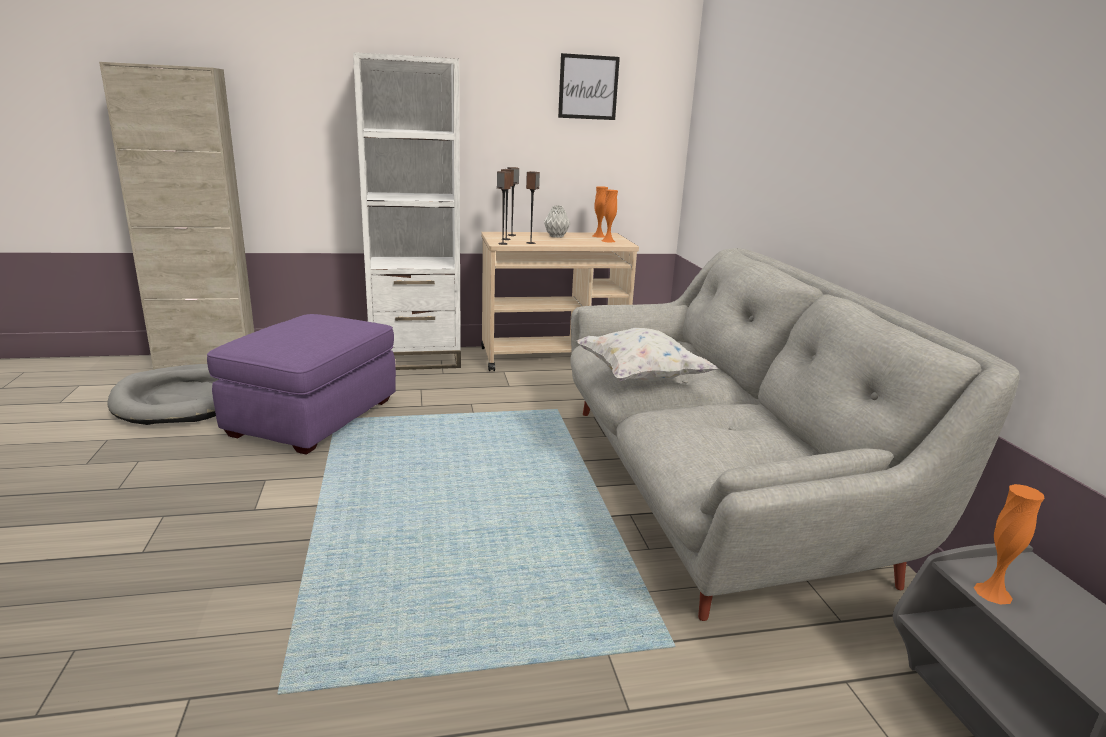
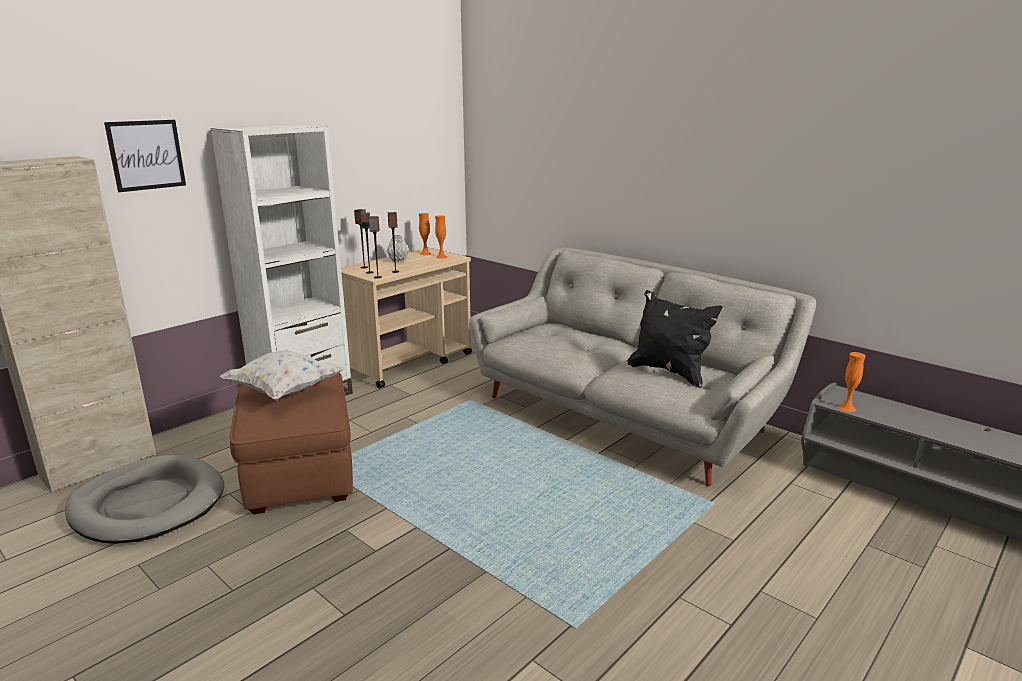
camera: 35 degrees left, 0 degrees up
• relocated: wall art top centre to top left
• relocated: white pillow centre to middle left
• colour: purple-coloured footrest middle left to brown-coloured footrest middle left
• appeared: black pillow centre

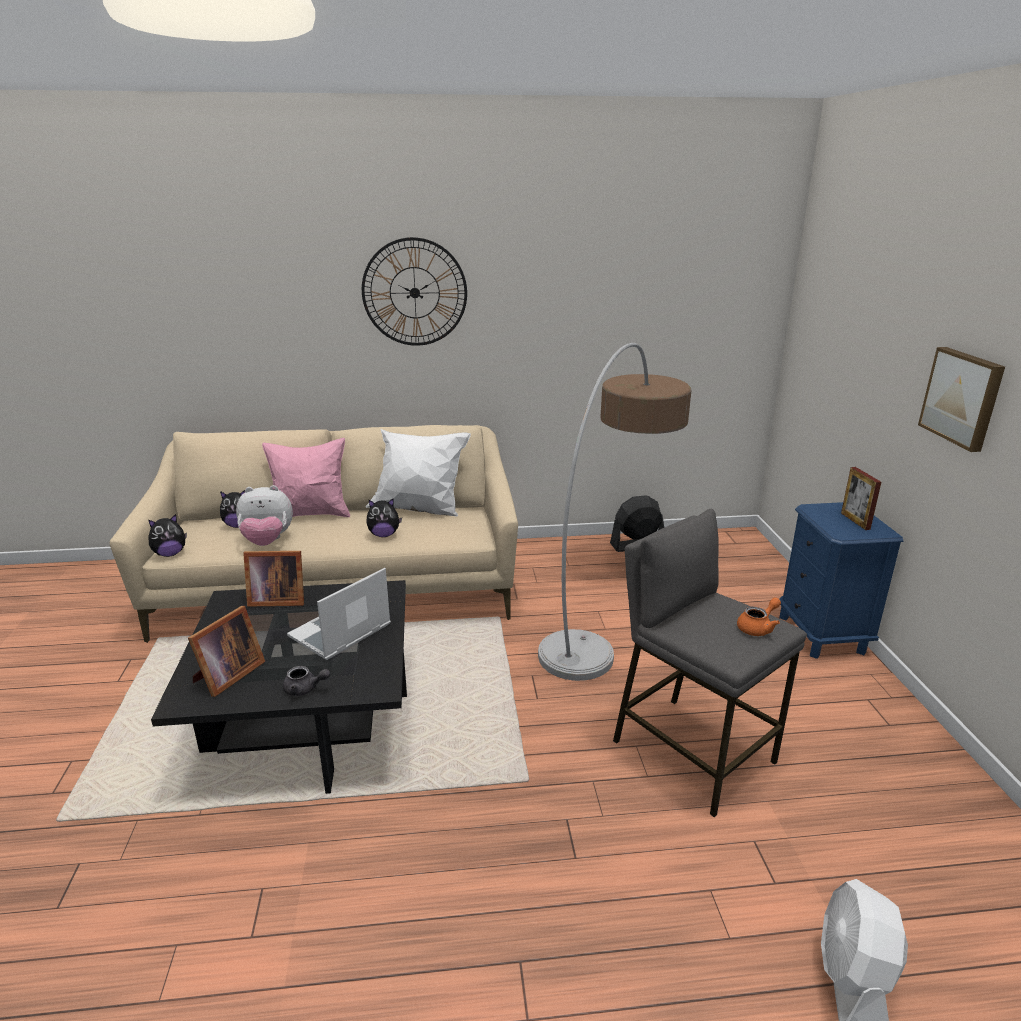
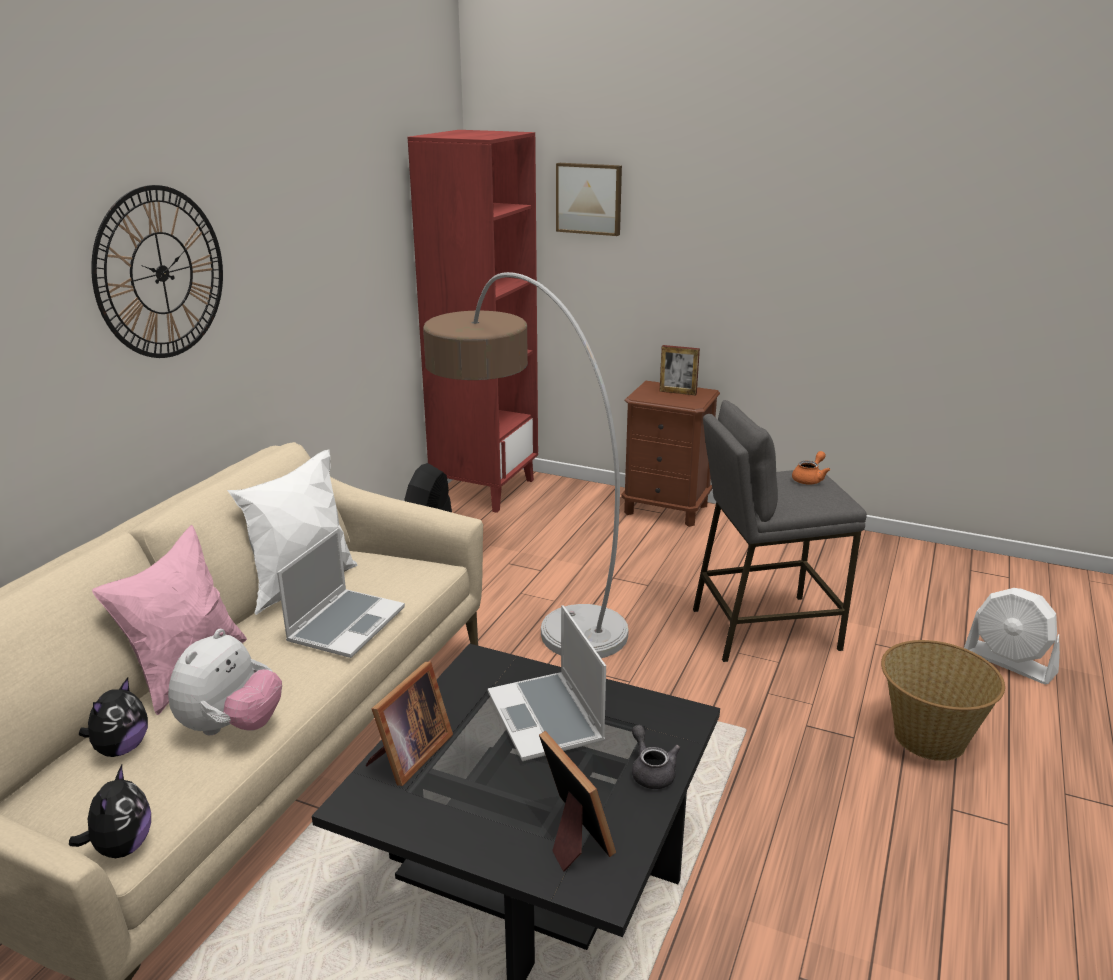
camera: 60 degrees left, 0 degrees up
• exchanged: plush toy (no. 4 from left) centre to laptop (no. 1 from left) middle left
• appeared: red-coloured shelving unit top centre
• relocated: wall art middle right to top centre
• colour: blue-coloured bedside table middle right to brown-coloured bedside table centre
• spun: greyish tea pot bottom left = bottom centre 60 degrees counterclockwise
• spun: orangey tea pot middle right = middle right 45 degrees clockwise
• appeared: basket bottom right

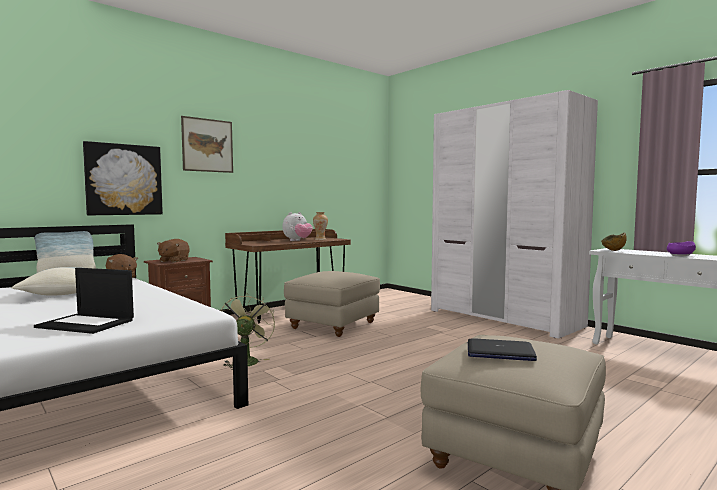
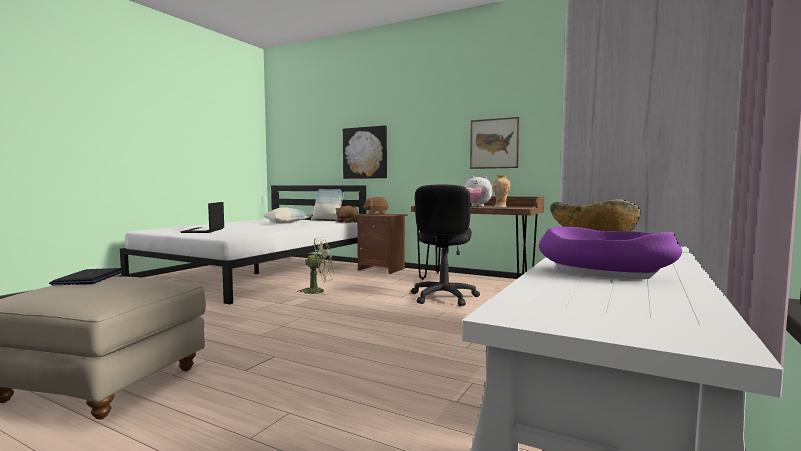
camera: 70 degrees right, 0 degrees up
• exchanged: sand-coloured footrest (no. 1 from left) centre to black computer chair centre
• relocated: wall art (no. 2 from left) top left to top centre

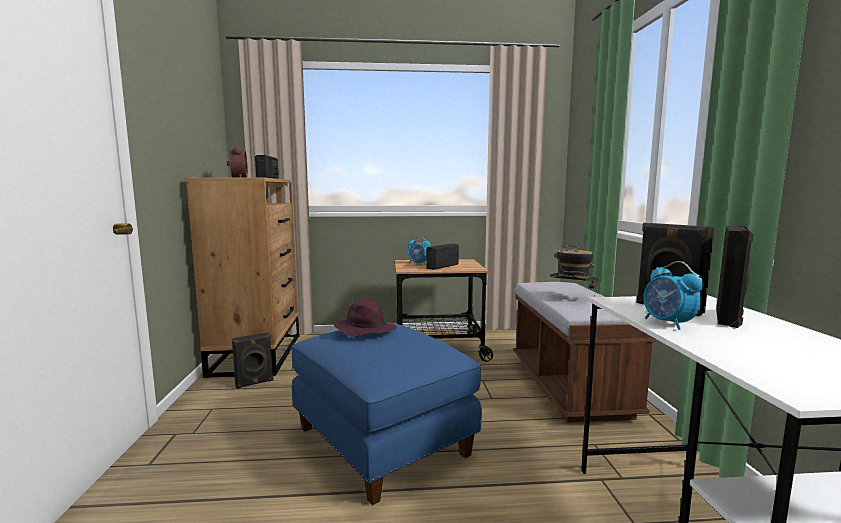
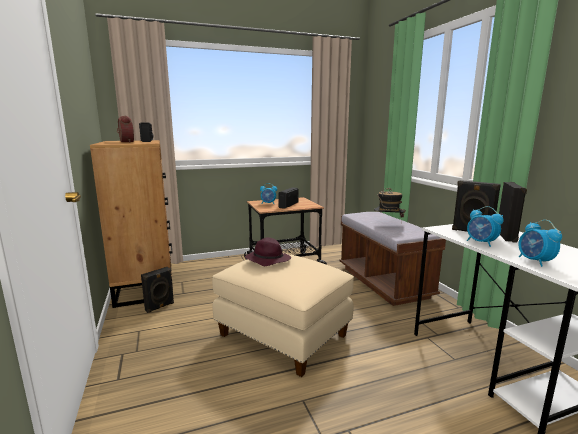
camera: 15 degrees left, 5 degrees up
• colour: blue-coloured footrest bottom centre to sand-coloured footrest bottom centre
• appeared: bedside clock (no. 4 from left) middle right

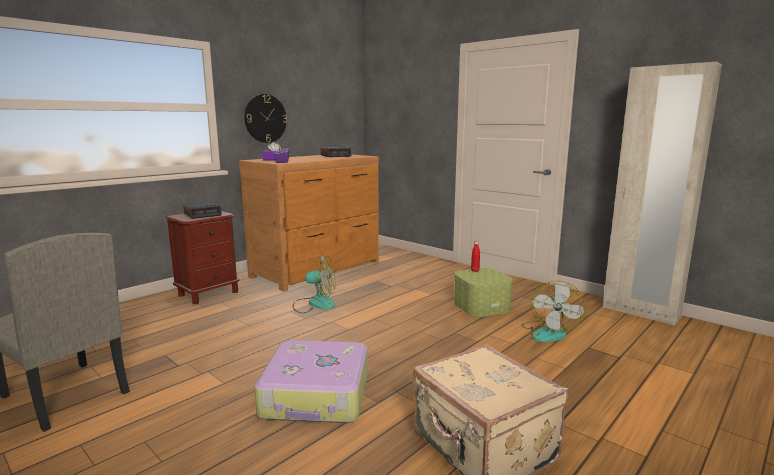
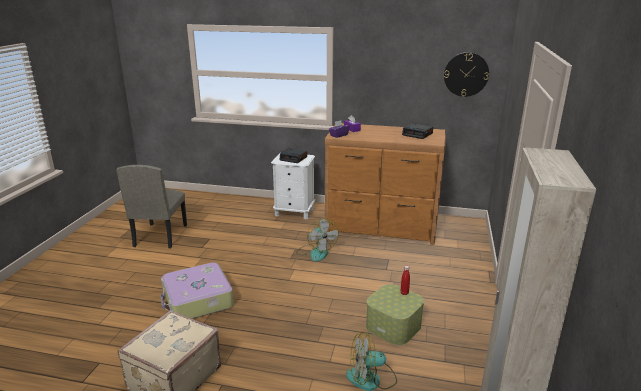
camera: 60 degrees right, 10 degrees up
• colour: brown-coloured bedside table middle left to white bedside table centre
• relocated: clock on the wall top centre to top right

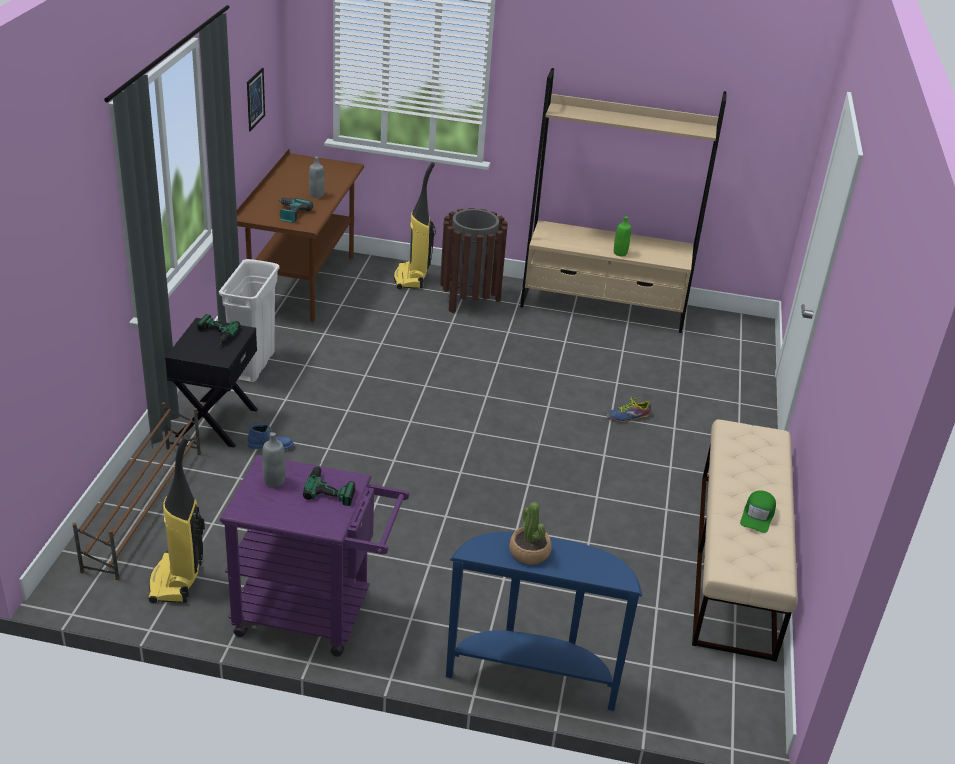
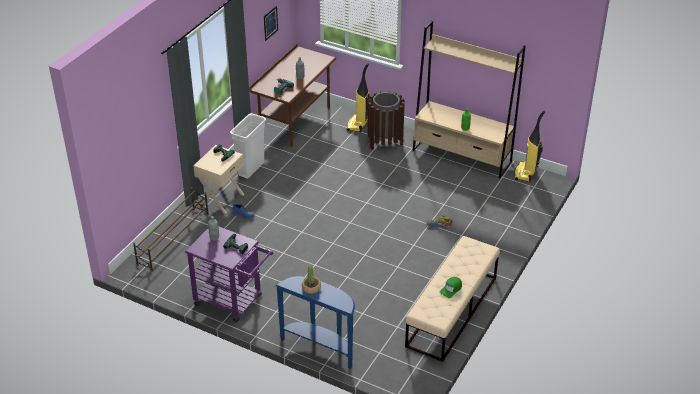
camera: 20 degrees right, 5 degrees up
• colour: black bedside table middle left to sand-coloured bedside table middle left
• relocated: vacuum (no. 1 from left in the first image) bottom left to vacuum (no. 2 from left) middle right

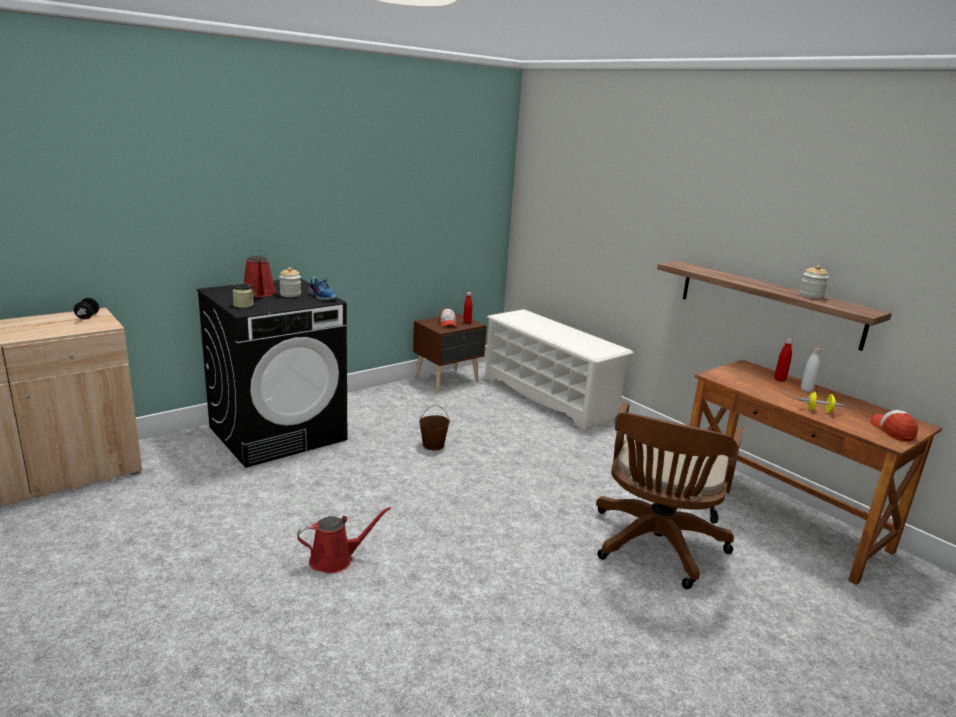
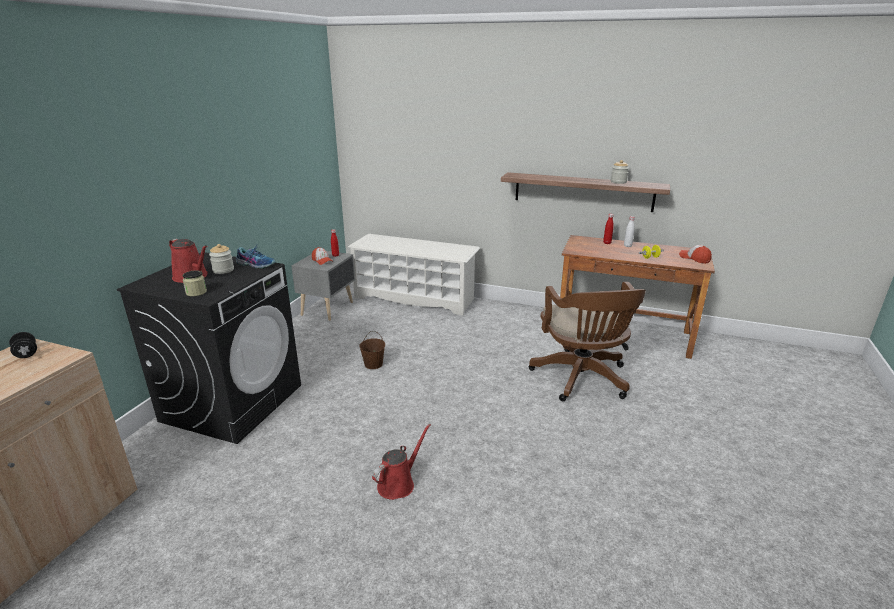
camera: 30 degrees left, 5 degrees up
• colour: brown-coloured bedside table centre to greyish bedside table centre

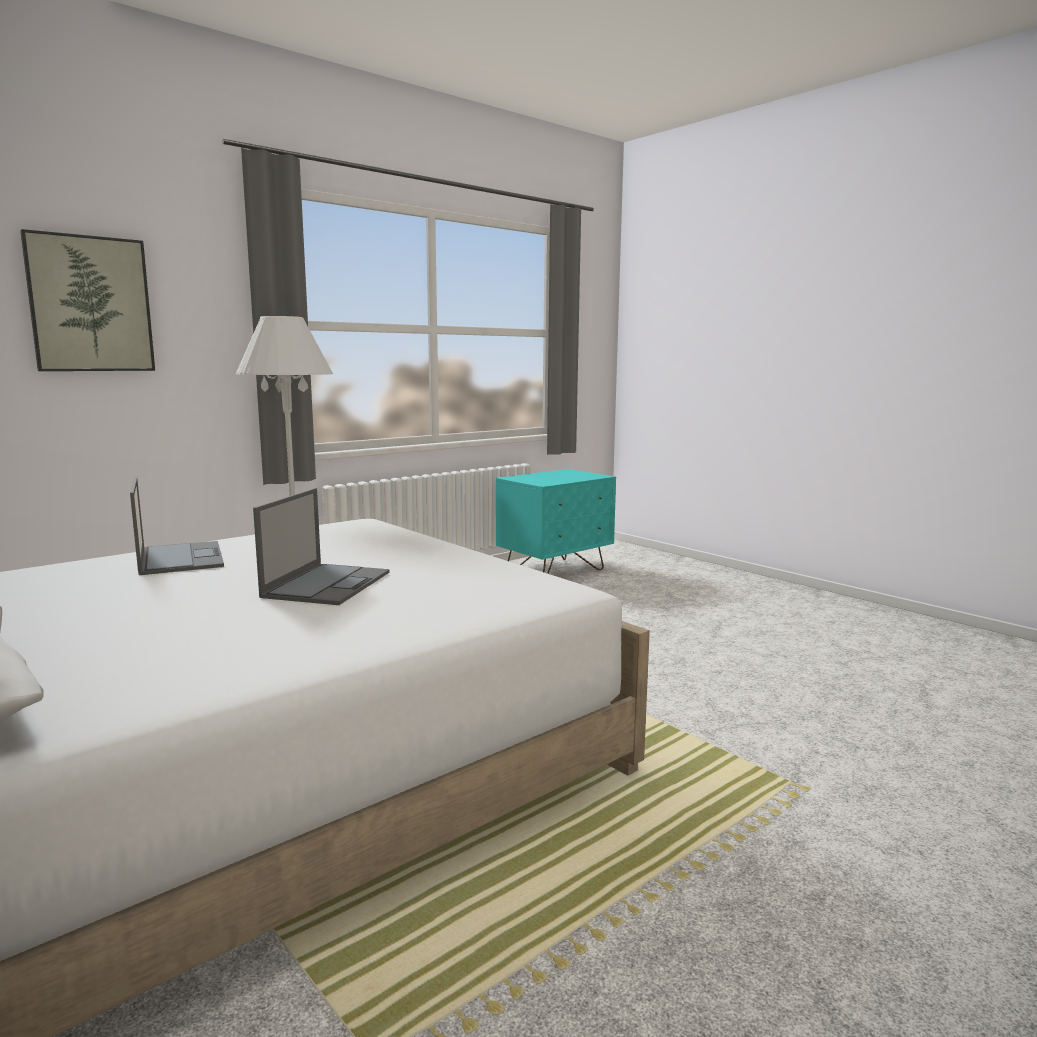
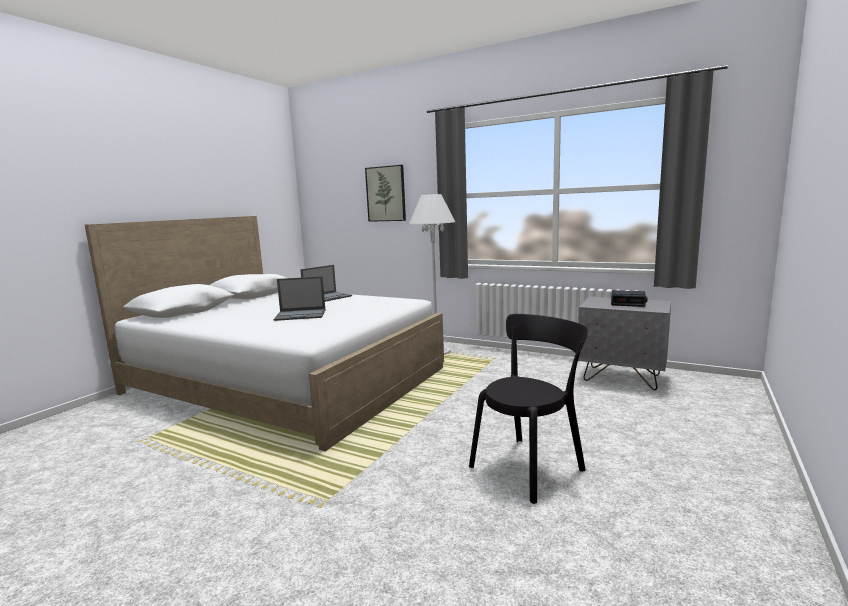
camera: 70 degrees right, 0 degrees up
• appeared: black chair bottom centre
• colour: blue-green bedside table centre to greyish bedside table middle right
• appeared: bedside clock middle right

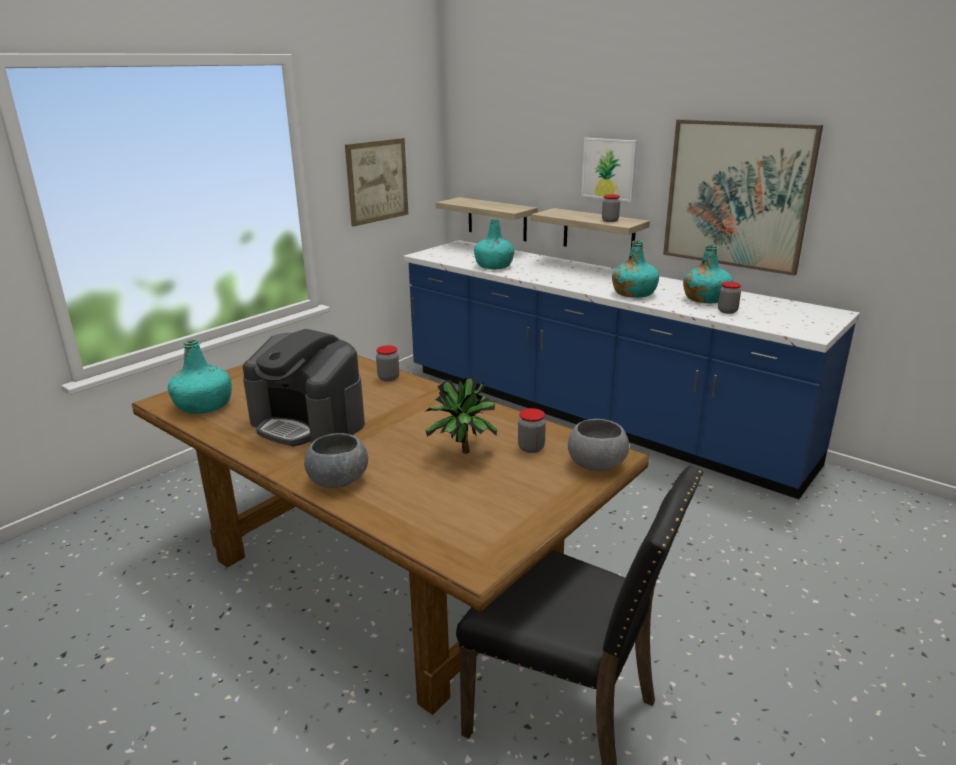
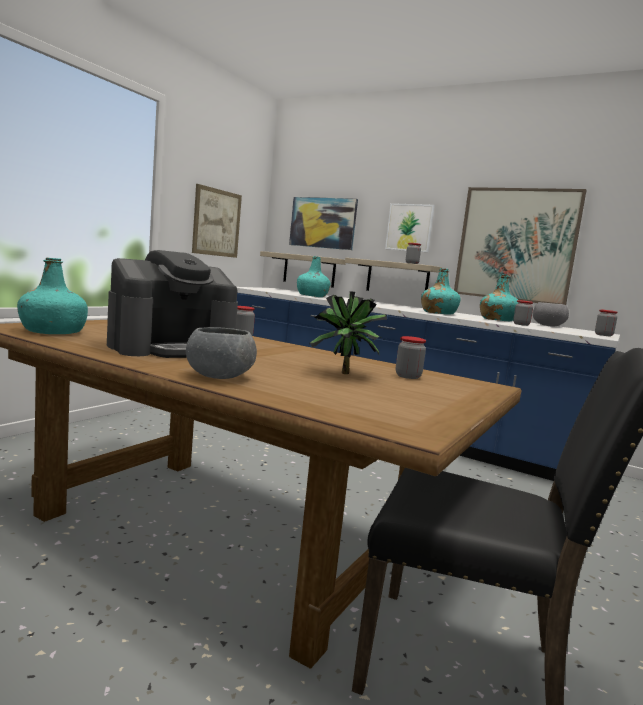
camera: 10 degrees left, 15 degrees down
• spun: coffee machine middle left = middle left 60 degrees counterclockwise
• appeared: wall art (no. 2 from left) top centre
• relocated: greyish deep dish (no. 2 from left) centre to middle right
• appeared: jar (no. 5 from left) middle right

